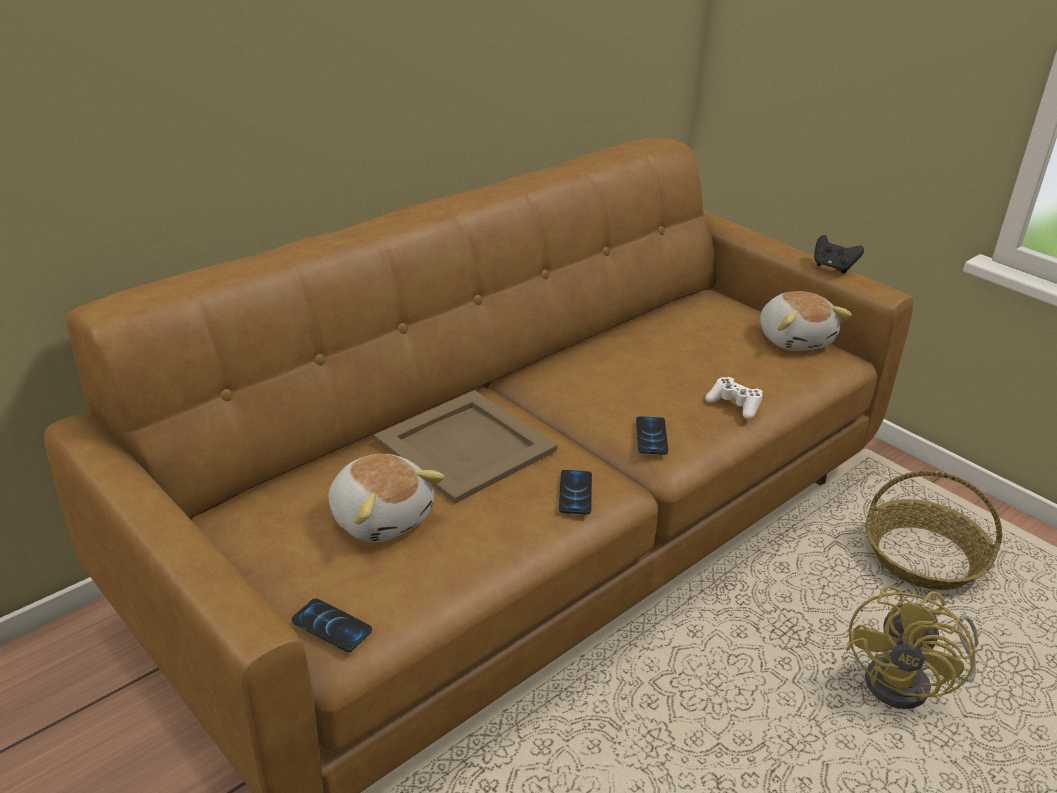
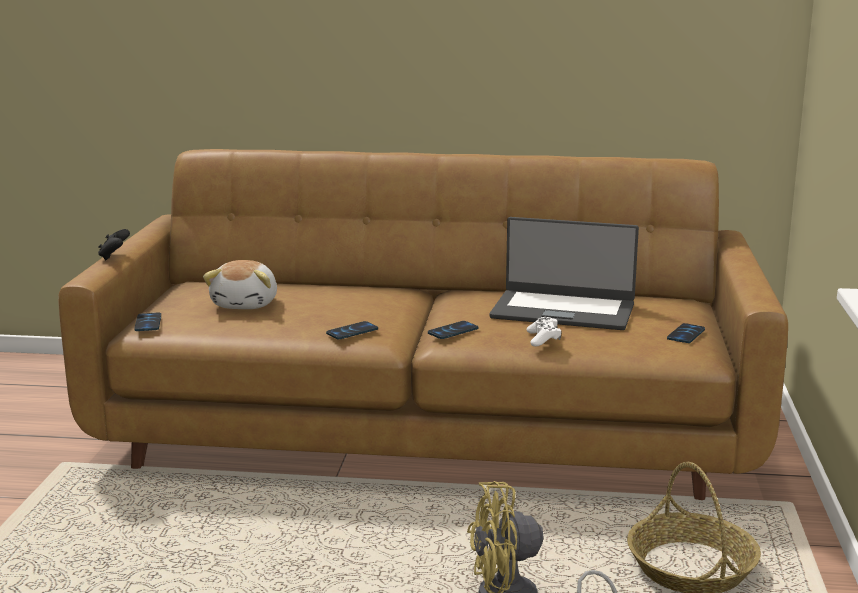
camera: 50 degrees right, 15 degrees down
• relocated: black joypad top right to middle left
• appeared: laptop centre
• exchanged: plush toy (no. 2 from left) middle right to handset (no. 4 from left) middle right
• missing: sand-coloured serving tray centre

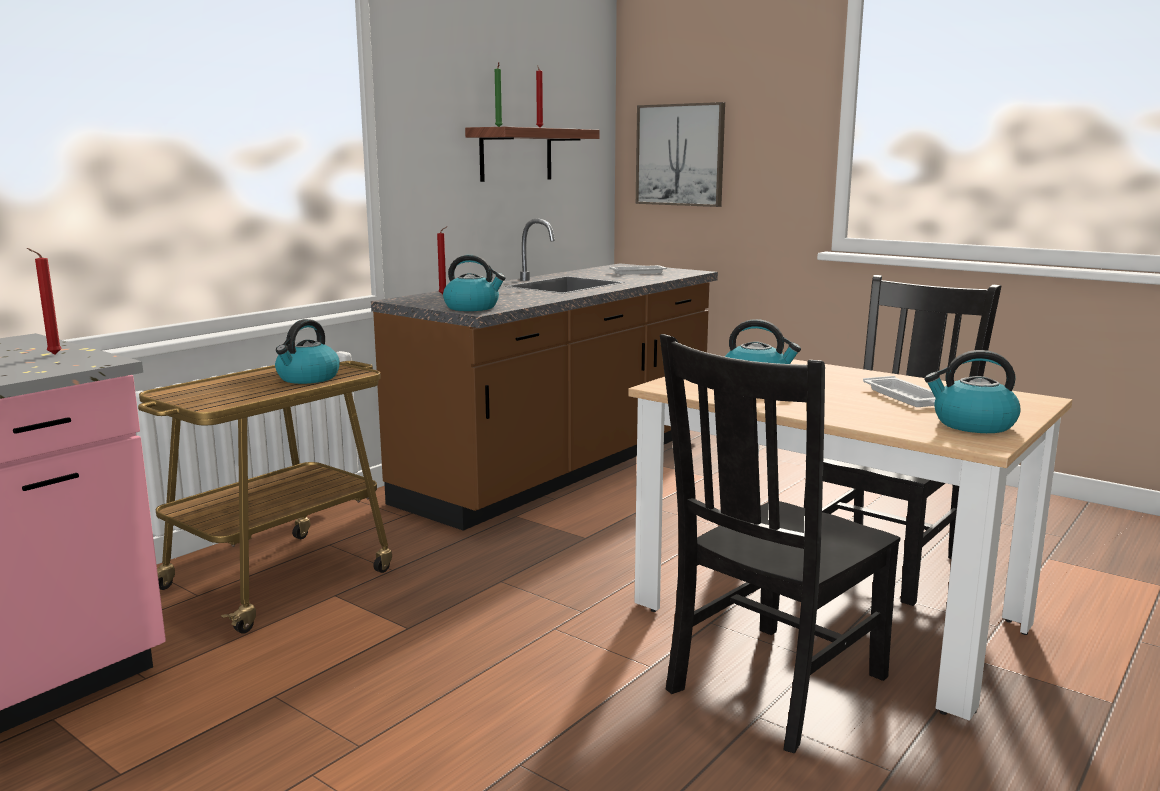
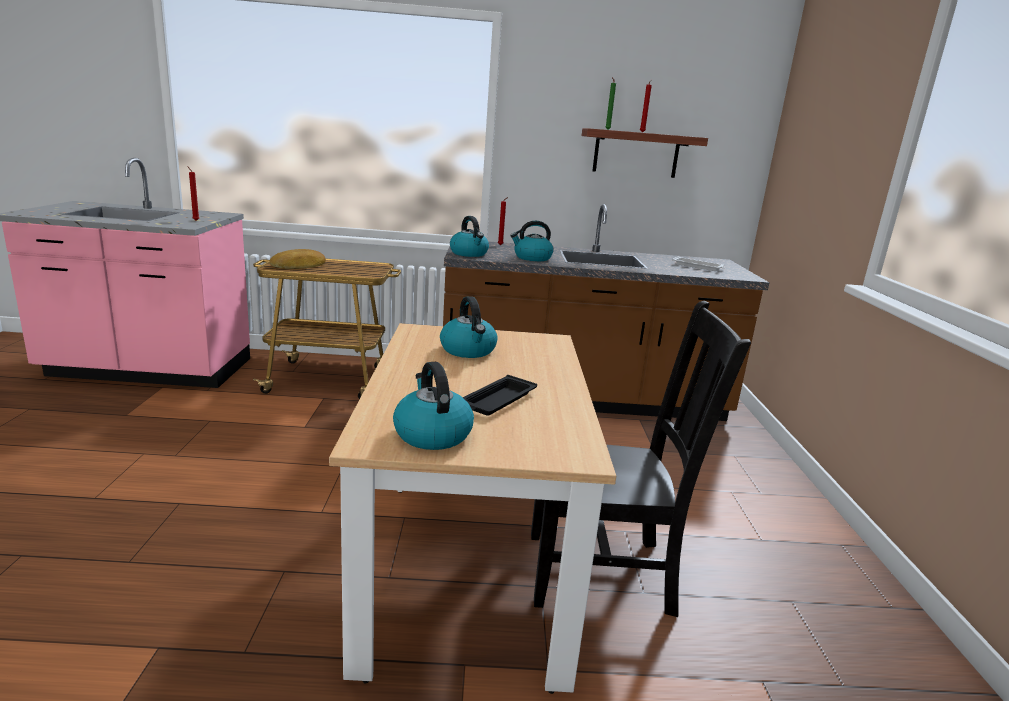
camera: 50 degrees right, 5 degrees up
• appeared: baked bread middle left
• colour: white serving tray (no. 2 from left) middle right to black serving tray centre
• relocated: kettle (no. 1 from left in the first image) middle left to kettle (no. 4 from left) centre
• missing: wall art top centre
• missing: black chair (no. 1 from left) bottom right

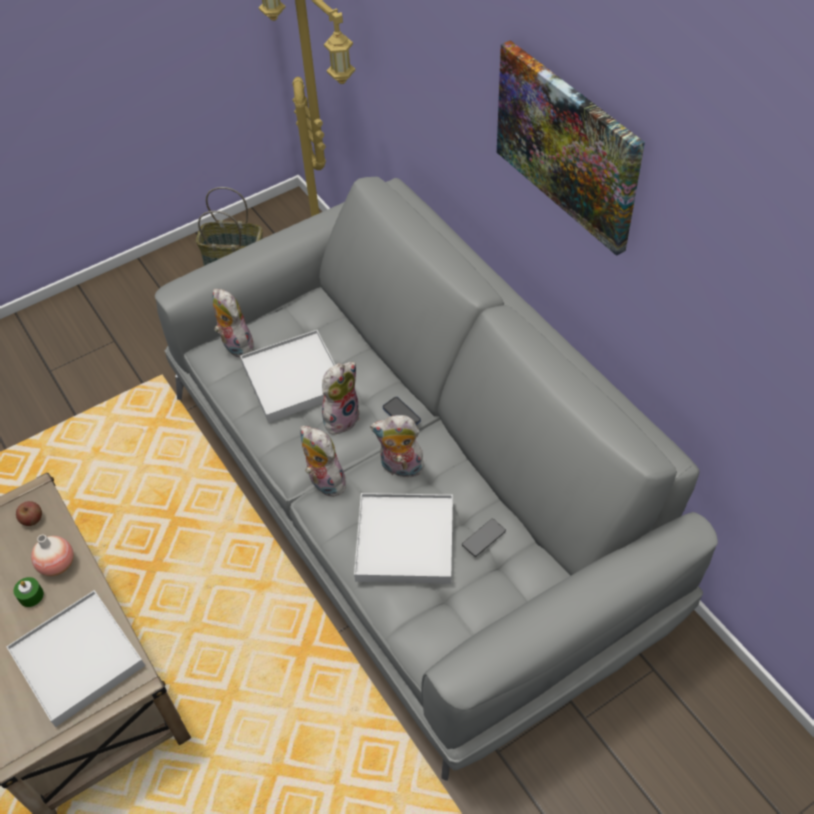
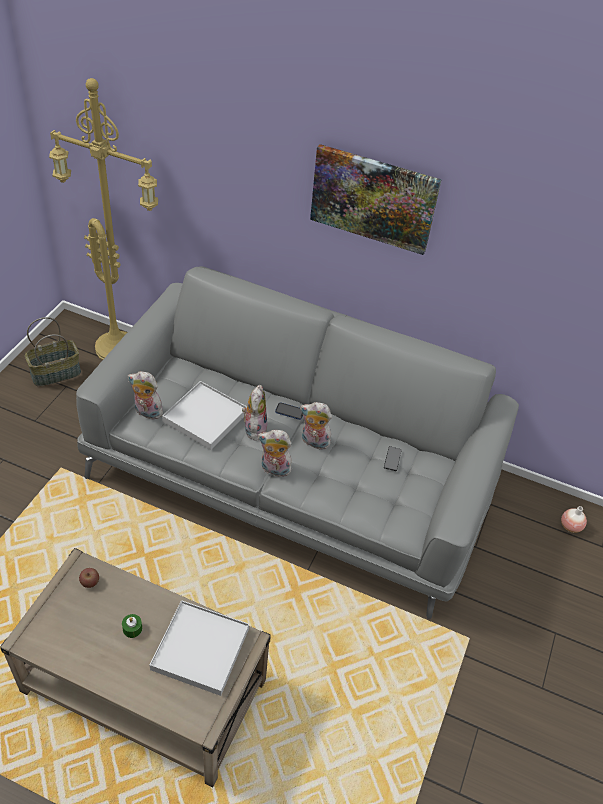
camera: 40 degrees left, 5 degrees down
• spun: plush toy (no. 4 from left) centre = centre 45 degrees clockwise
• relocated: vase bottom left to middle right
• missing: white serving tray (no. 3 from left) centre

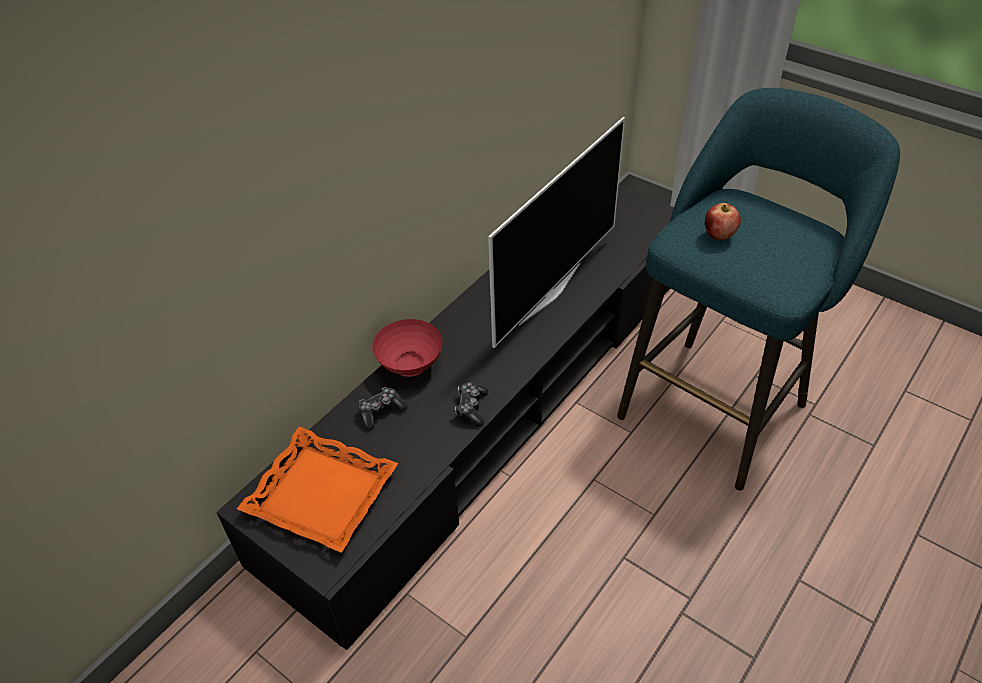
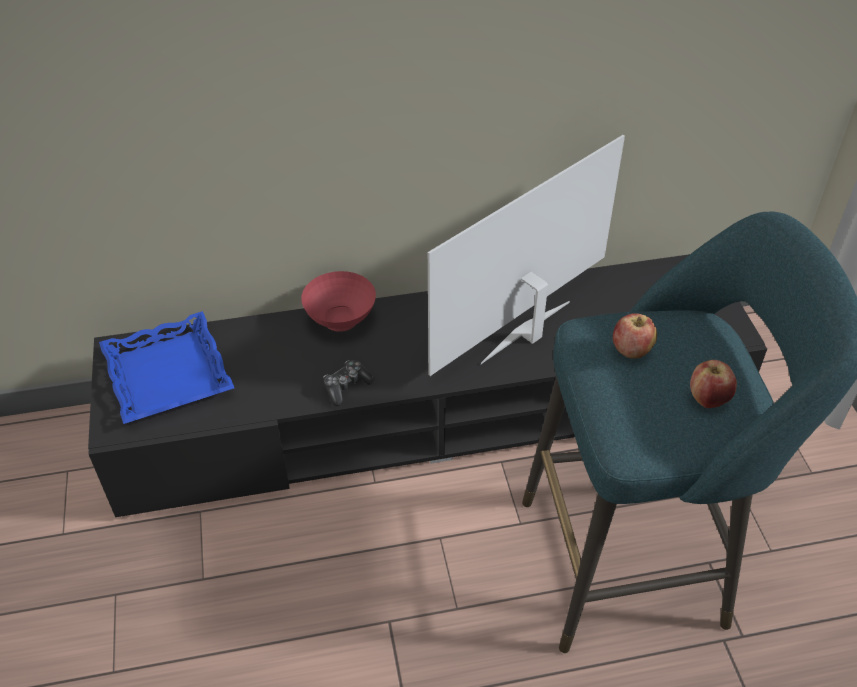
camera: 40 degrees right, 0 degrees up
• colour: orangey serving tray bottom left to blue-coloured serving tray middle left
• spun: TV set centre = centre 150 degrees clockwise
• appeared: apple (no. 2 from left) middle right
• missing: joypad (no. 1 from left) centre

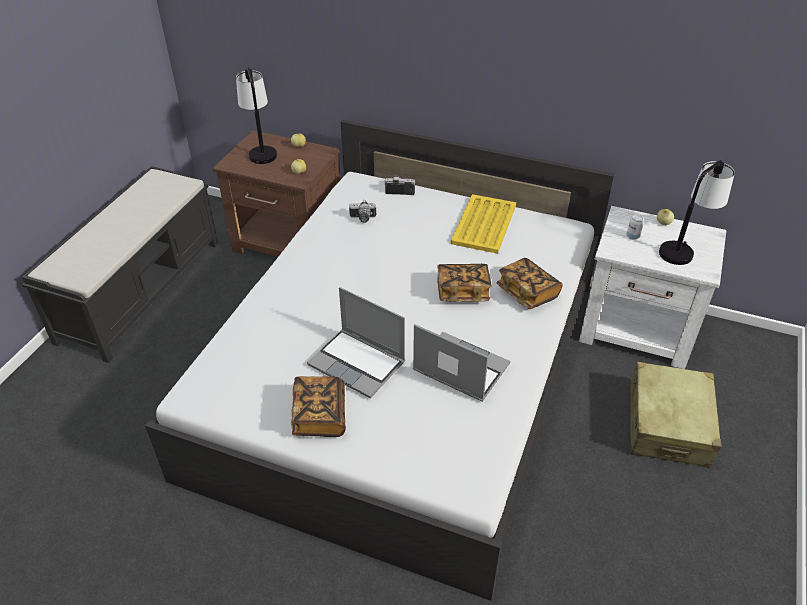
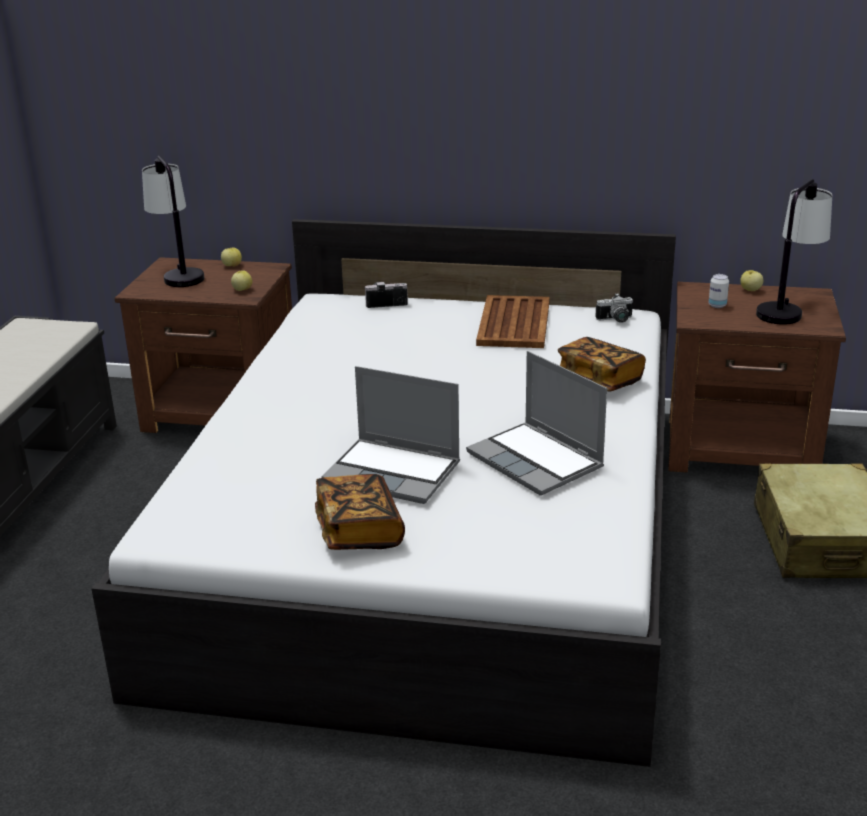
camera: 10 degrees left, 15 degrees down
• spun: laptop (no. 2 from left) centre = centre 150 degrees counterclockwise
• colour: yellow-coloured serving tray centre to brown-coloured serving tray centre
• relocated: photo camera (no. 1 from left in the first image) centre to photo camera (no. 2 from left) middle right
• colour: white bedside table middle right to brown-coloured bedside table (no. 2 from left) middle right
• missing: bound book (no. 2 from left) centre

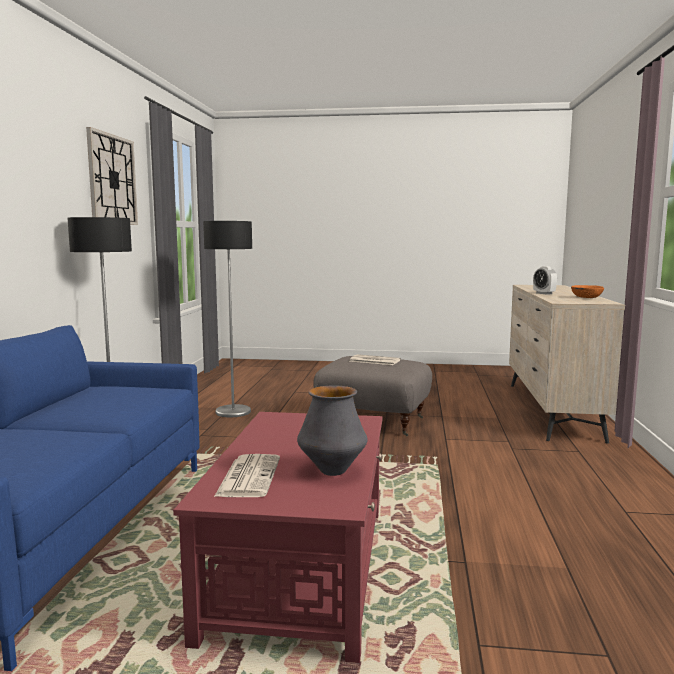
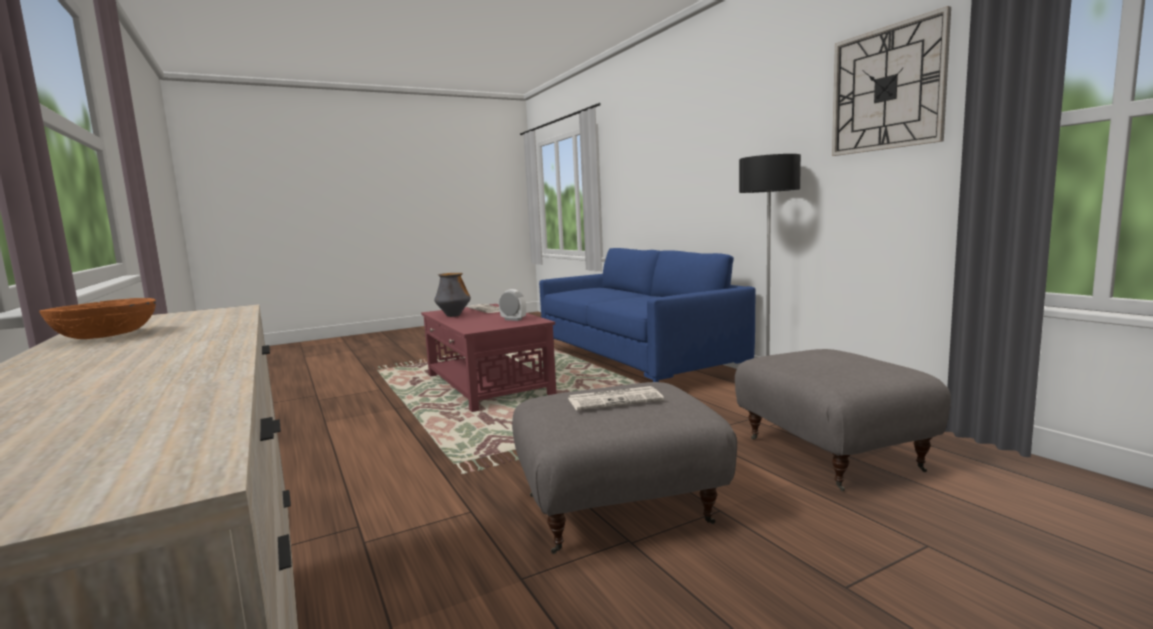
camera: 145 degrees right, 0 degrees up
• relocated: bedside clock middle right to centre
• exchanged: floor lamp (no. 2 from left) centre to greyish footrest (no. 2 from left) bottom right

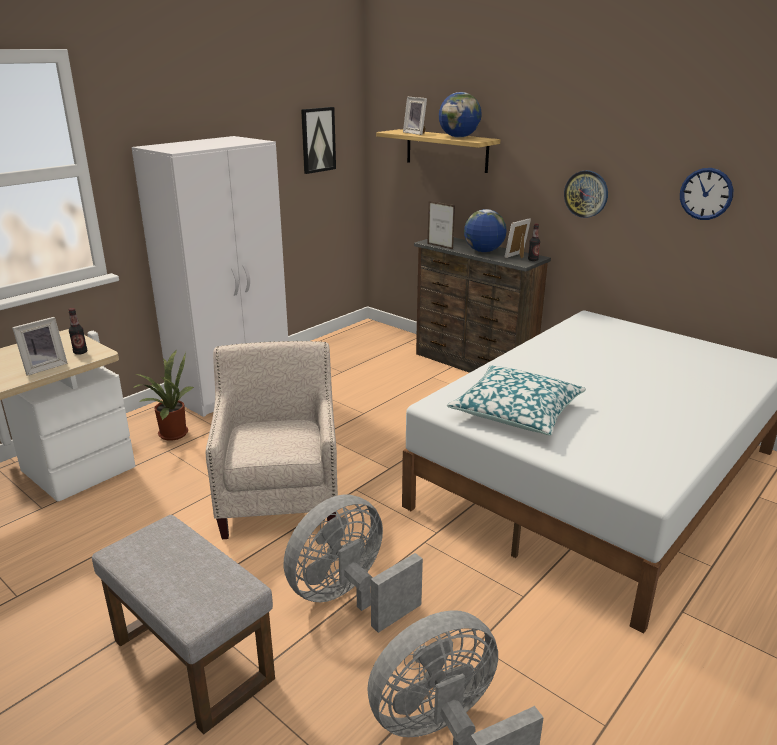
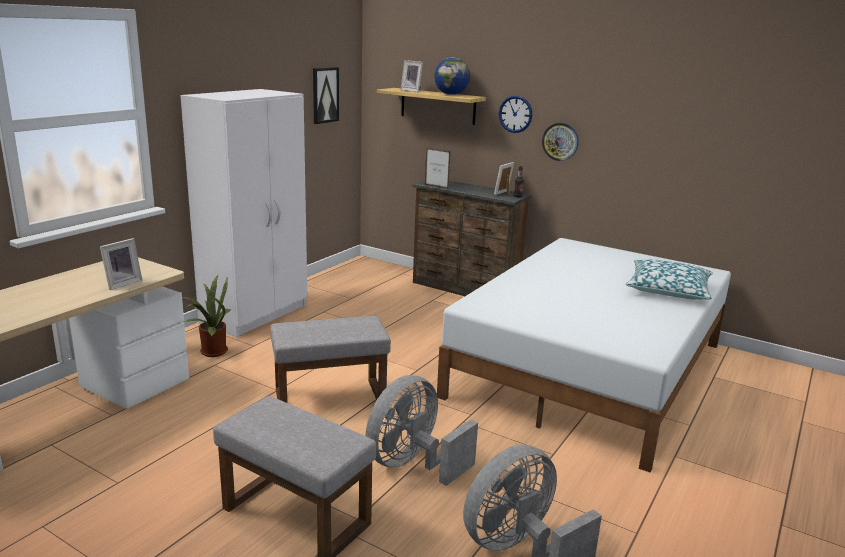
camera: 10 degrees left, 5 degrees down
• exchanged: sand-coloured lounge chair centre to greyish footrest (no. 2 from left) centre
• relocated: clock on the wall (no. 2 from left in the first image) top right to clock on the wall (no. 1 from left) top centre
• relocated: pillow centre to middle right
• missing: beverage bottle (no. 1 from left) middle left
• missing: world globe (no. 2 from left) top centre

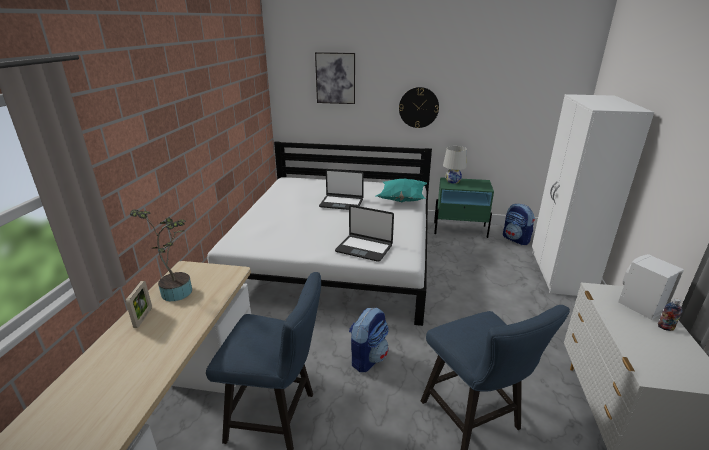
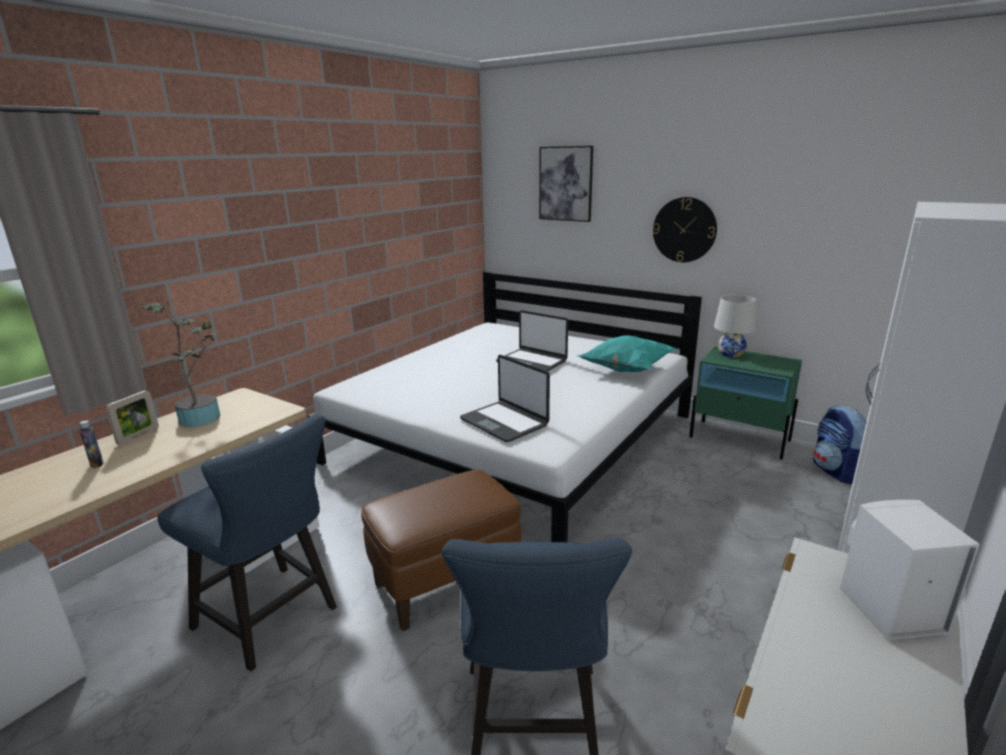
camera: 25 degrees right, 5 degrees down
• relocated: beverage bottle bottom right to middle left
• exchanged: knapsack (no. 1 from left) bottom centre to brown-coloured footrest bottom centre

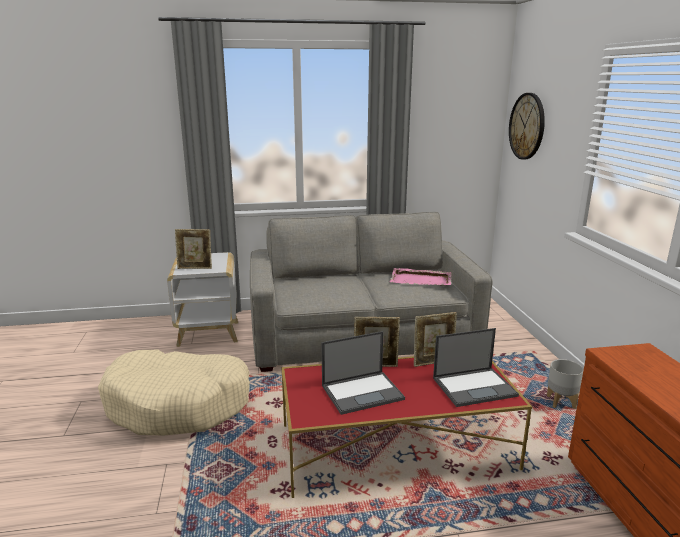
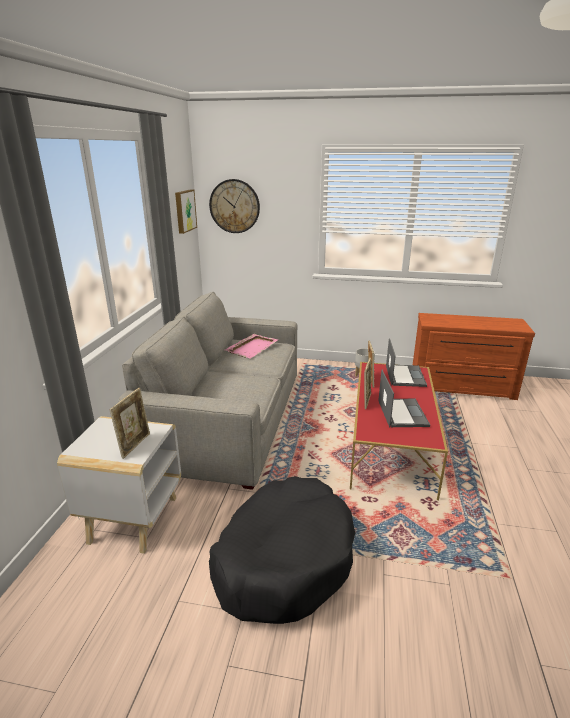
camera: 70 degrees left, 5 degrees up
• appeared: wall art top left
• colour: sand-coloured dog bed bottom left to black dog bed bottom centre

